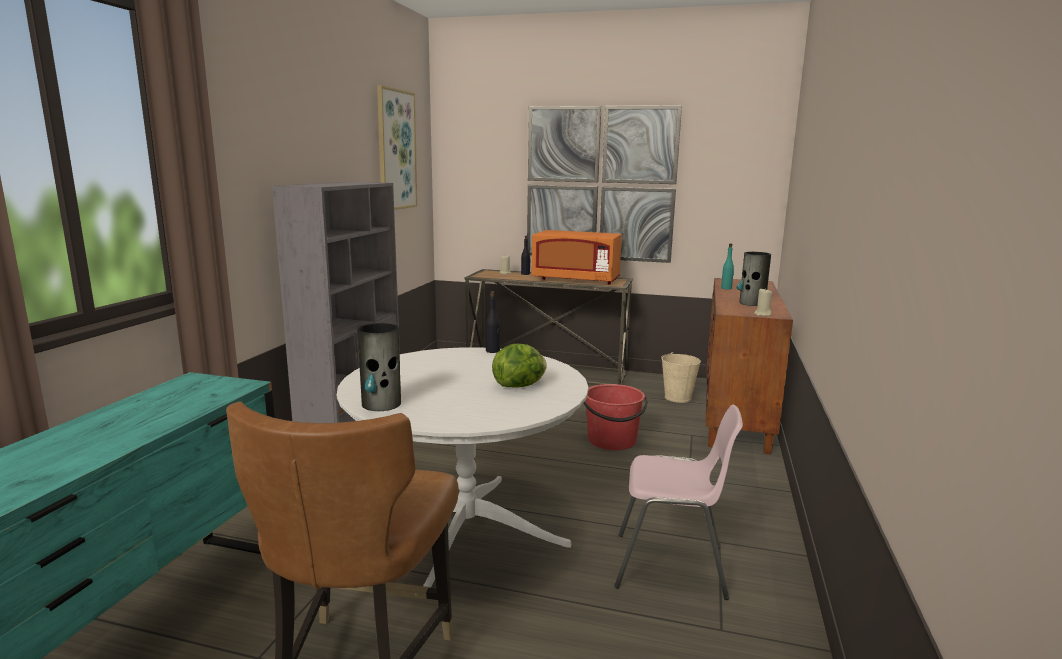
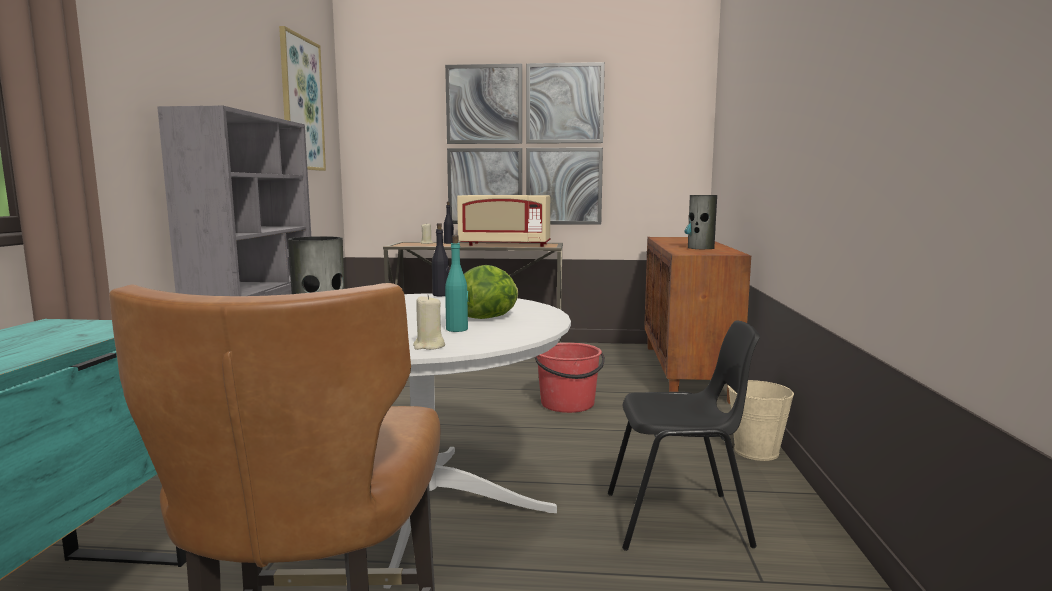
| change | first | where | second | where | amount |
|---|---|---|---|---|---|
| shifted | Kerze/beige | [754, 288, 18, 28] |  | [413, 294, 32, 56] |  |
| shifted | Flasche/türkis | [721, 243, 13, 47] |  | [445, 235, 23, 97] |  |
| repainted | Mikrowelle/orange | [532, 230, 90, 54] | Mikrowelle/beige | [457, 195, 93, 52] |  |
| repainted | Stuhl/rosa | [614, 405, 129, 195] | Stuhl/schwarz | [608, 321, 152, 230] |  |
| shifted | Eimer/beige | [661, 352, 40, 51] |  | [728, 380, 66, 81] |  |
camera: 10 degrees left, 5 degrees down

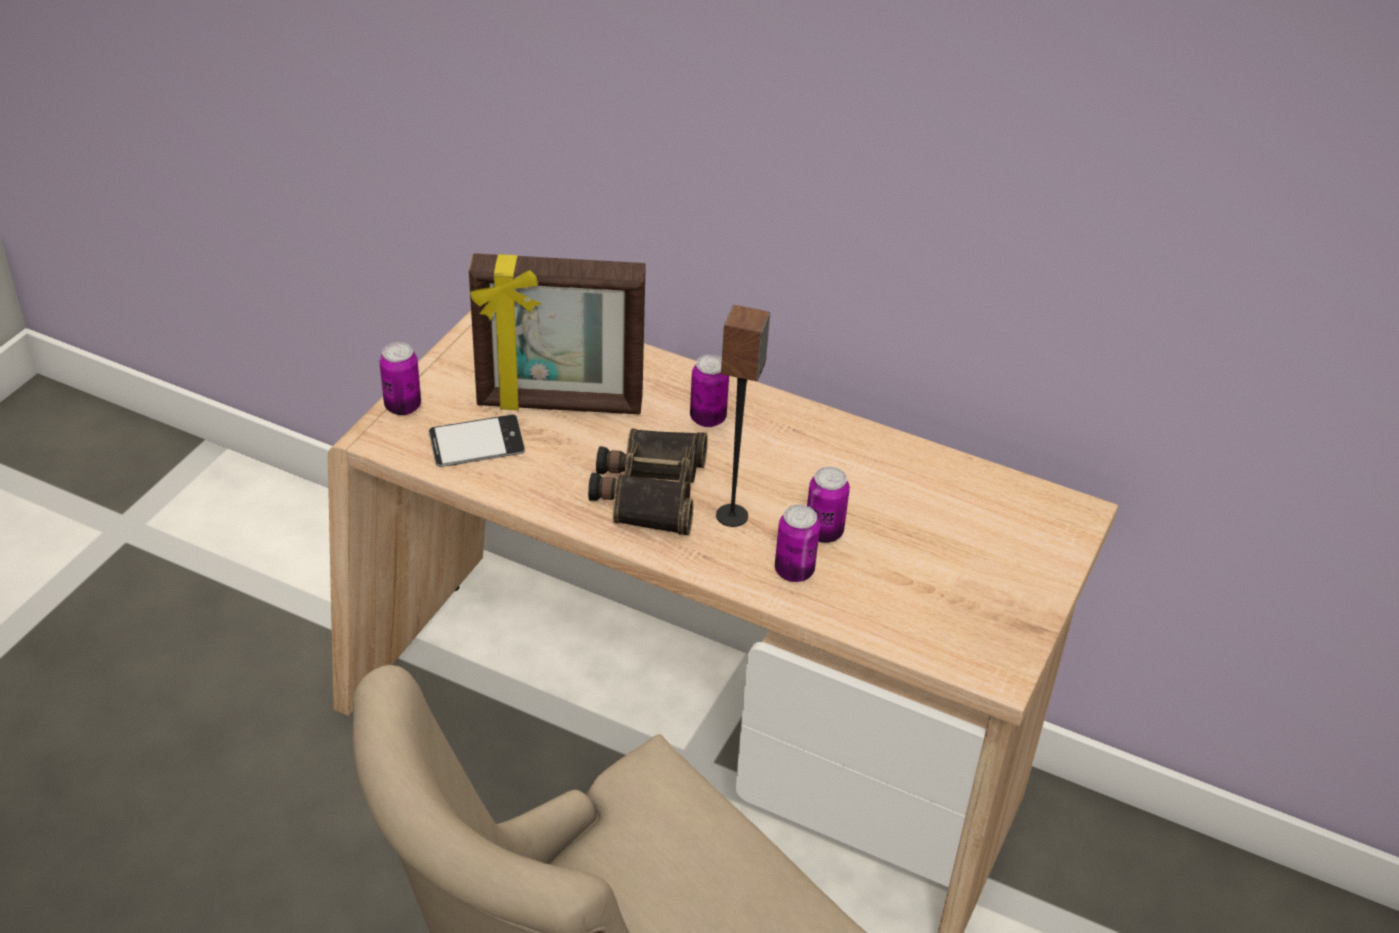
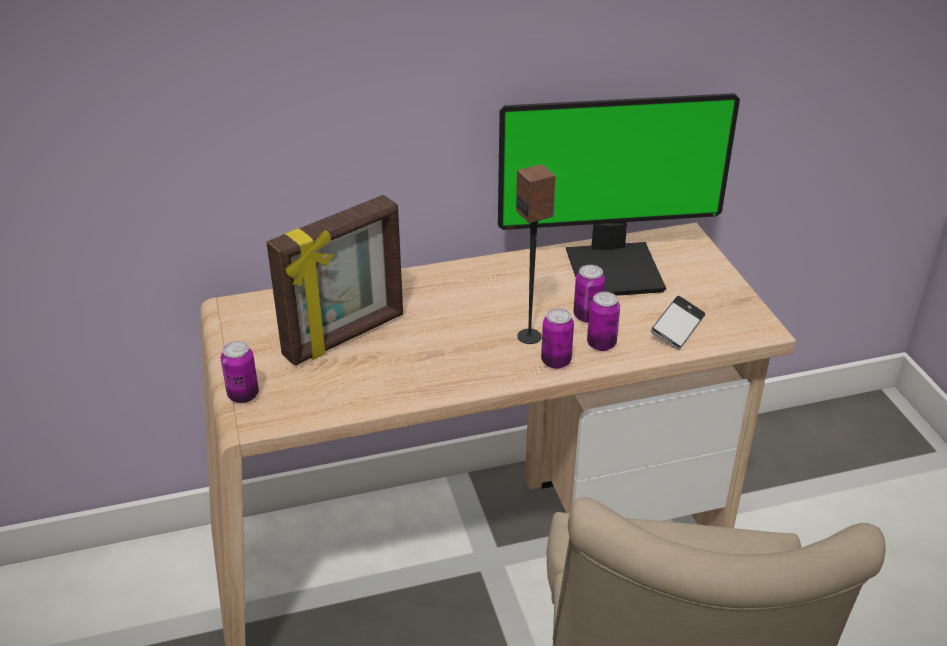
| change | first | where | second | where | amount |
|---|---|---|---|---|---|
| new |  |  | Monitor | [498, 93, 242, 203] |  |
| shifted | Dose | [690, 355, 39, 72] |  | [541, 308, 33, 61] |  |
| shifted | Handy | [429, 414, 96, 53] |  | [651, 296, 54, 54] |  |
| gone | Fernglas | [588, 428, 120, 107] |  |  |  |
camera: 40 degrees left, 5 degrees down

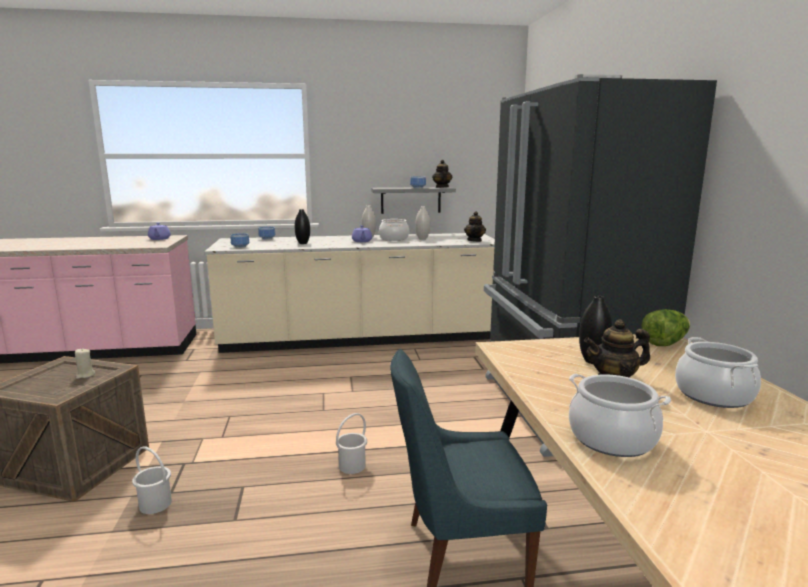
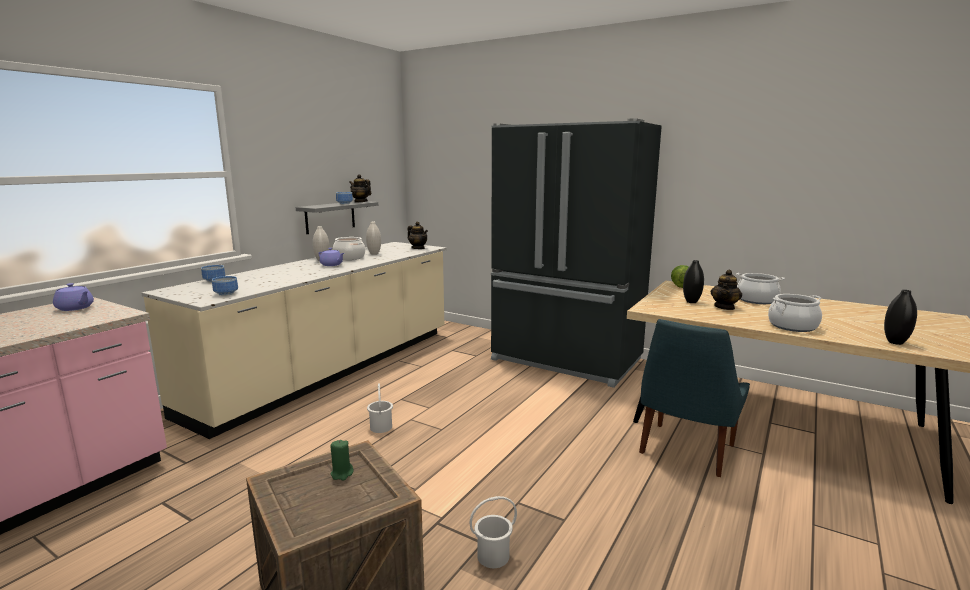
| change | first | where | second | where | amount |
|---|---|---|---|---|---|
| repainted | Kerze/beige | [75, 348, 20, 31] | Kerze/grün | [330, 440, 24, 40] |  |
| shifted | Eimer/weiß | [336, 413, 31, 61] |  | [367, 383, 26, 50] |  |
| shifted | Vase/schwarz | [295, 209, 15, 35] |  | [884, 290, 33, 55] |  |
camera: 50 degrees left, 0 degrees up

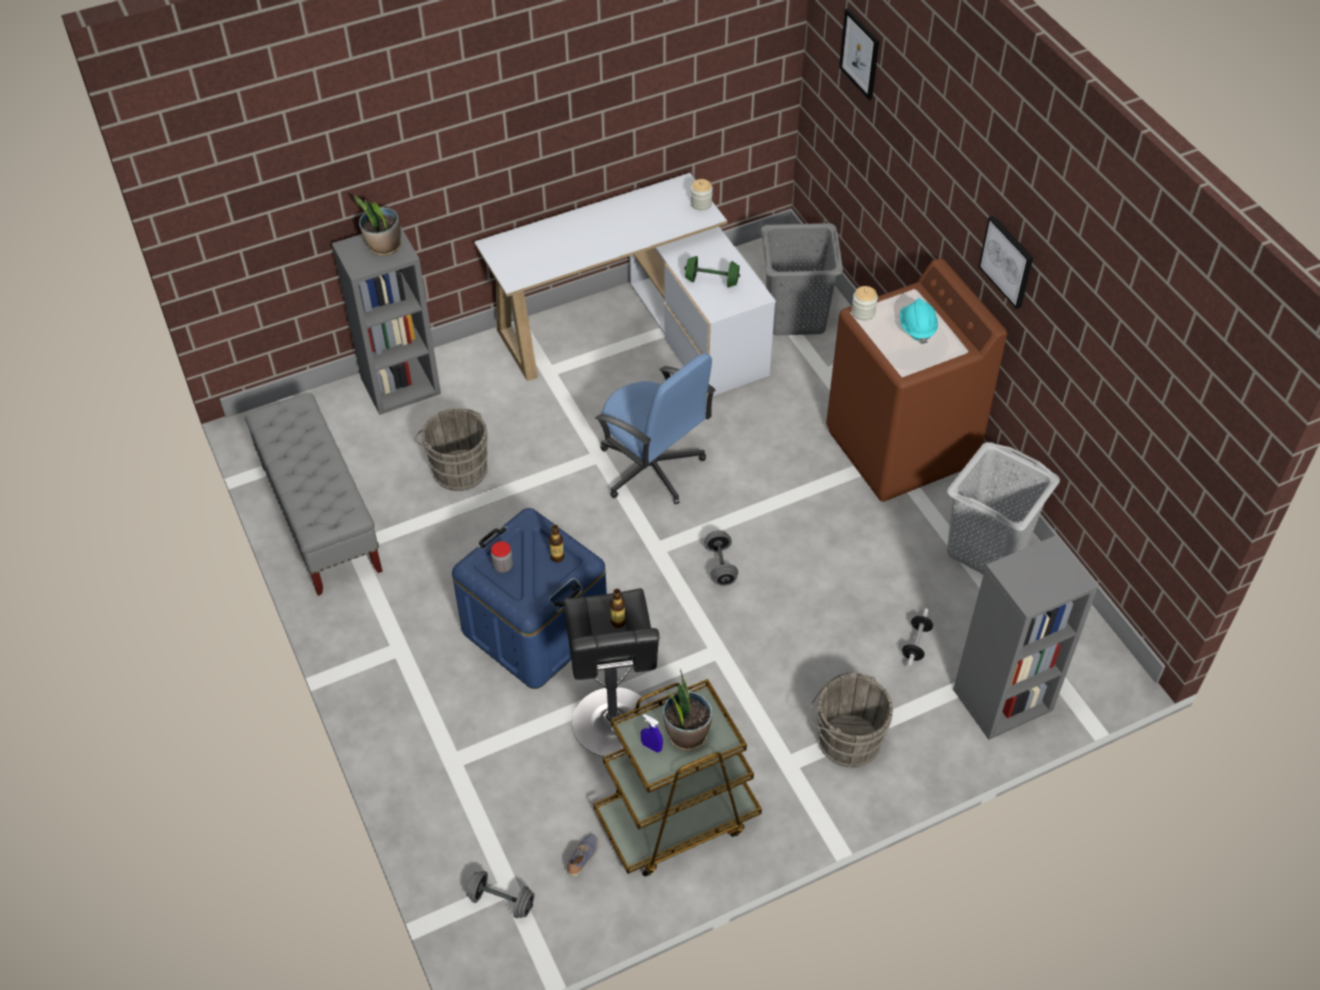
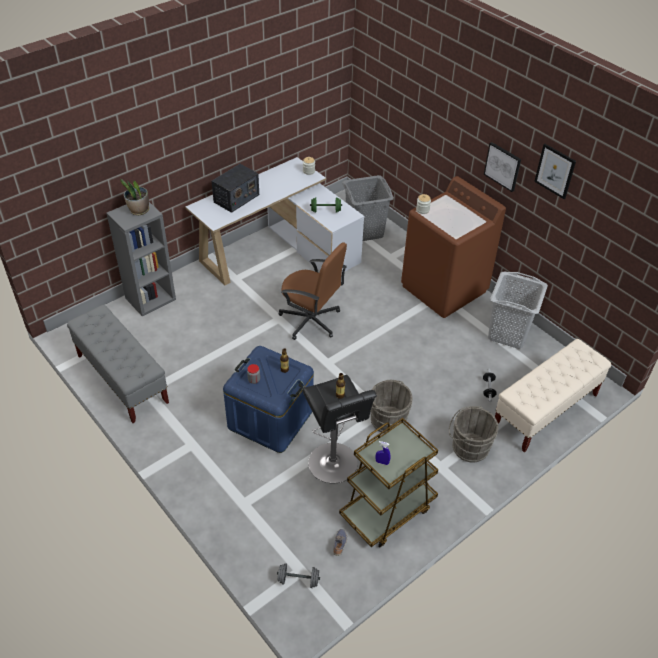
| change | first | where | second | where | amount |
|---|---|---|---|---|---|
| new |  |  | Radio | [212, 164, 47, 49] |  |
| repainted | Bürostuhl/blau | [595, 353, 120, 151] | Bürostuhl/braun | [279, 242, 68, 98] |  |
| shifted | Eimer/grau | [414, 409, 74, 82] |  | [370, 380, 43, 53] |  |
| swapped | Bücherregal/grau | [953, 535, 145, 205] | Bank/beige | [495, 339, 116, 113] |  |
| shifted | Bild | [839, 8, 40, 92] |  | [534, 144, 42, 55] |  |
| gone | Topfpflanze | [663, 669, 50, 82] |  |  |  |
| gone | Hantel/grau | [704, 530, 34, 56] |  |  |  |
| gone | Schutzhelm/türkis | [900, 298, 38, 46] |  |  |  |
camera: 15 degrees left, 5 degrees down

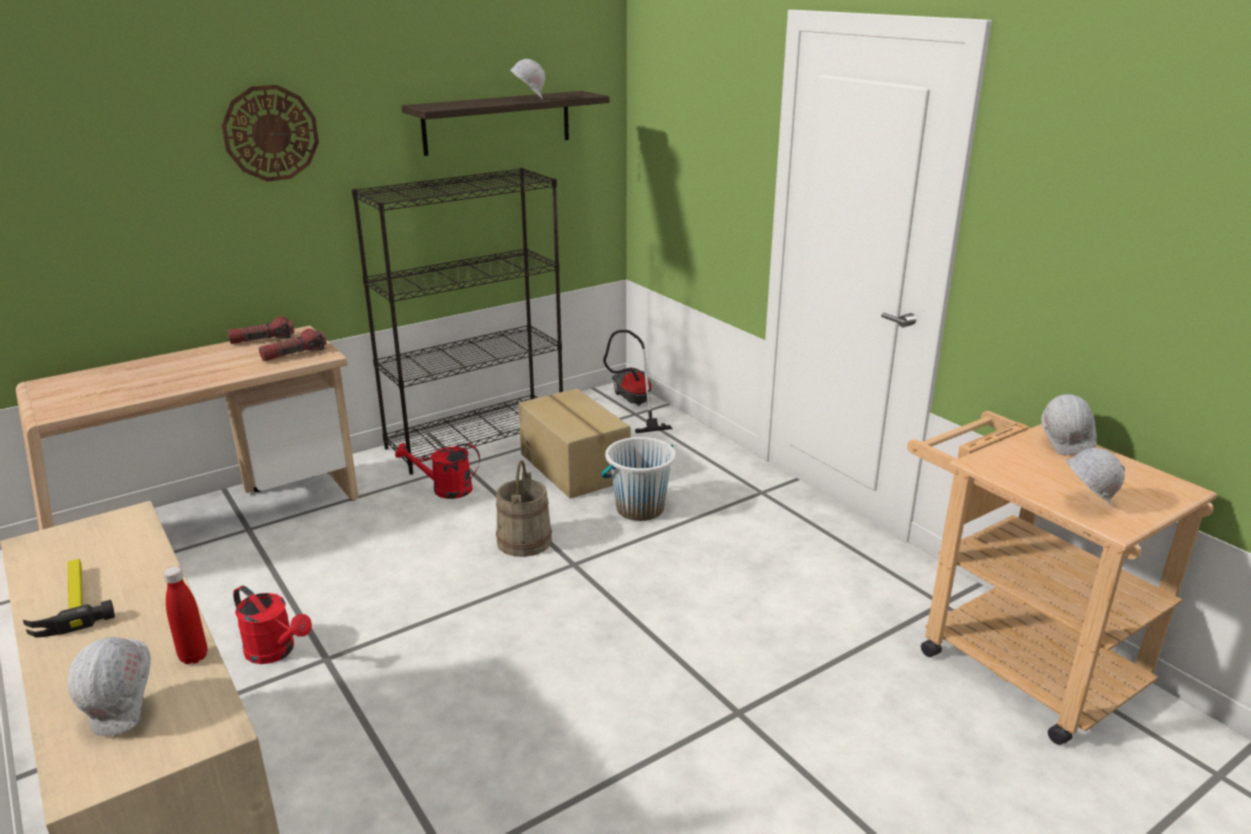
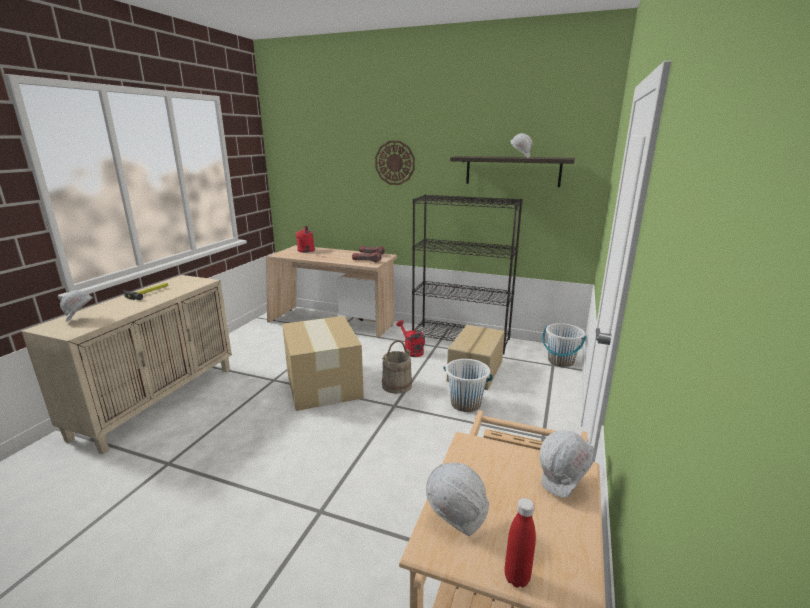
| change | first | where | second | where | amount |
|---|---|---|---|---|---|
| new |  |  | Karton | [282, 316, 82, 95] |  |
| shifted | Gießkanne/rot | [233, 586, 79, 78] |  | [296, 226, 19, 27] |  |
| shifted | Flasche/rot | [163, 566, 45, 98] |  | [505, 498, 31, 89] |  |
| swapped | Staubsauger | [603, 330, 69, 103] | Eimer/weiß | [542, 323, 44, 44] |  |
camera: 55 degrees right, 5 degrees down

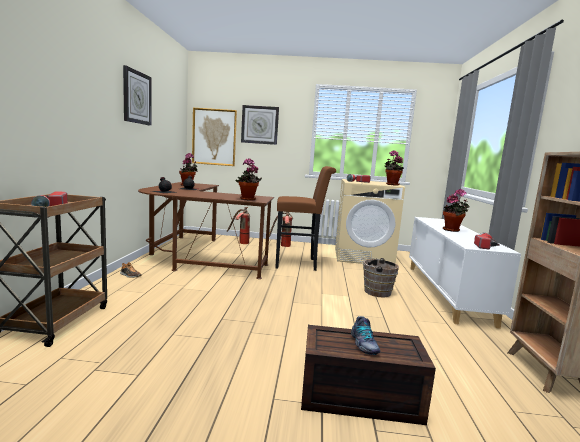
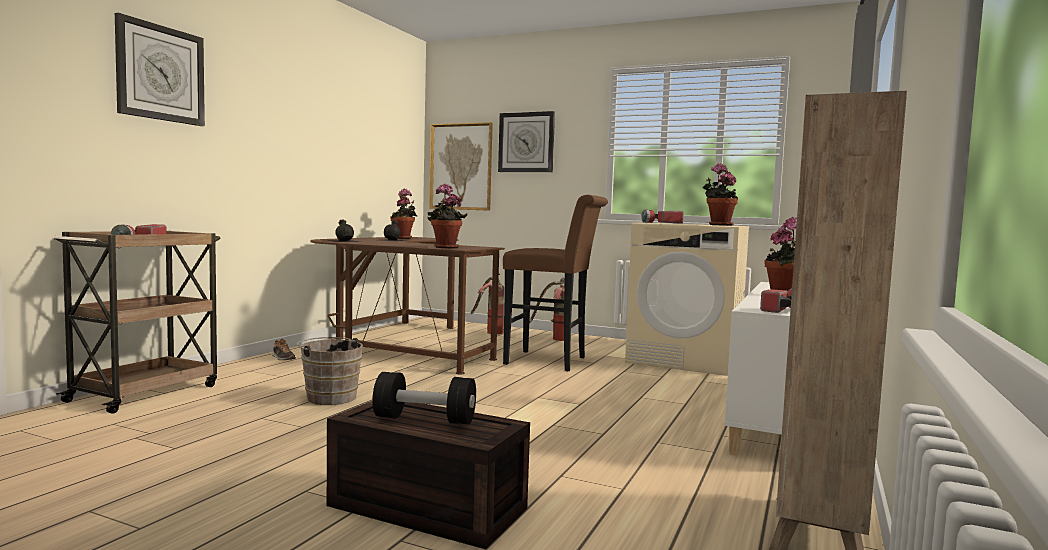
| change | first | where | second | where | amount |
|---|---|---|---|---|---|
| shifted | Wanduhr | [123, 65, 29, 61] |  | [115, 13, 90, 113] |  |
| shifted | Eimer/braun | [360, 258, 39, 39] |  | [297, 337, 66, 68] |  |
| swapped | Schuh | [351, 316, 29, 39] | Hantel/schwarz | [372, 372, 104, 53] |  |
camera: 20 degrees right, 5 degrees down

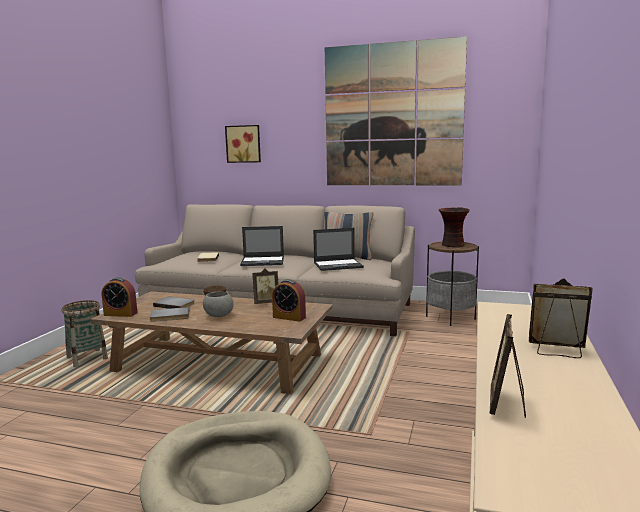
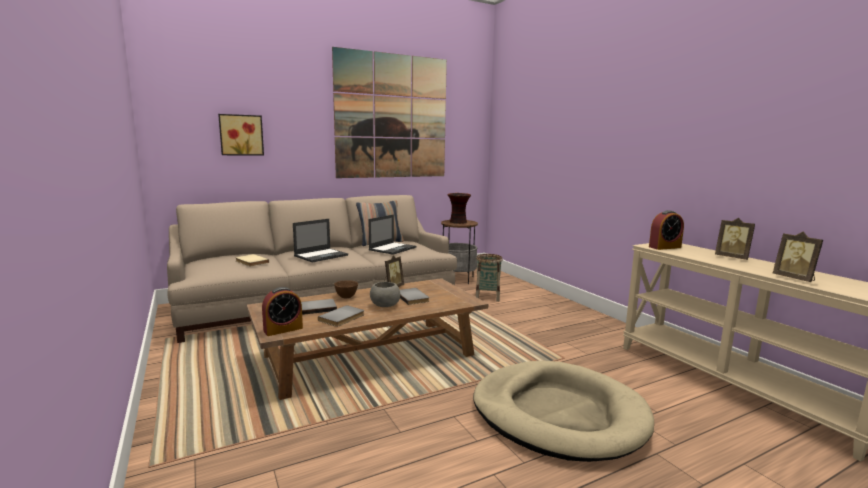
| change | first | where | second | where | amount |
|---|---|---|---|---|---|
| new |  |  | Buch/grau | [400, 288, 29, 17] |  |
| shifted | Korb | [62, 300, 46, 67] |  | [475, 254, 28, 48] |  |
| shifted | Wecker | [272, 279, 34, 43] |  | [649, 210, 35, 40] |  |
| rotated | Bilderrahmen | [529, 278, 64, 80] |  | [715, 218, 40, 42] | 105 degrees counterclockwise |
camera: 45 degrees left, 0 degrees up

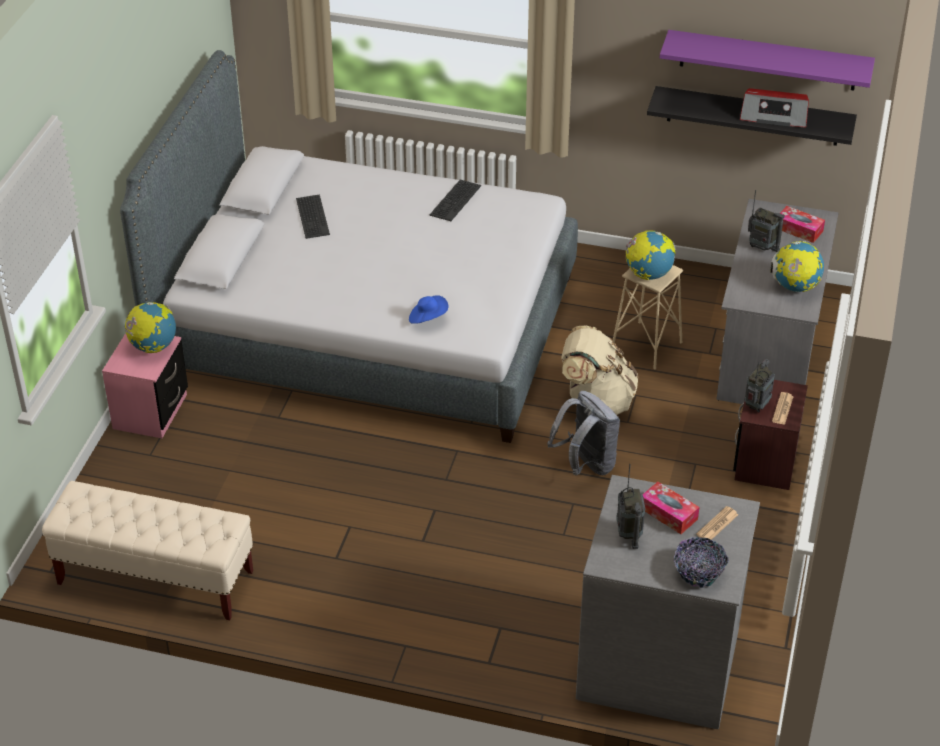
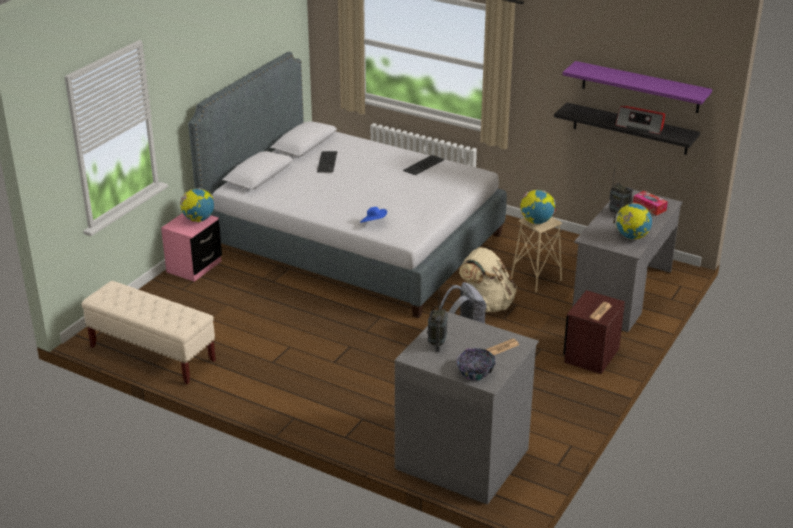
| change | first | where | second | where | amount |
|---|---|---|---|---|---|
| gone | Taschentuchbox | [643, 482, 56, 52] |  |  |  |
| gone | Radio | [745, 359, 30, 53] |  |  |  |
camera: 15 degrees right, 10 degrees down

